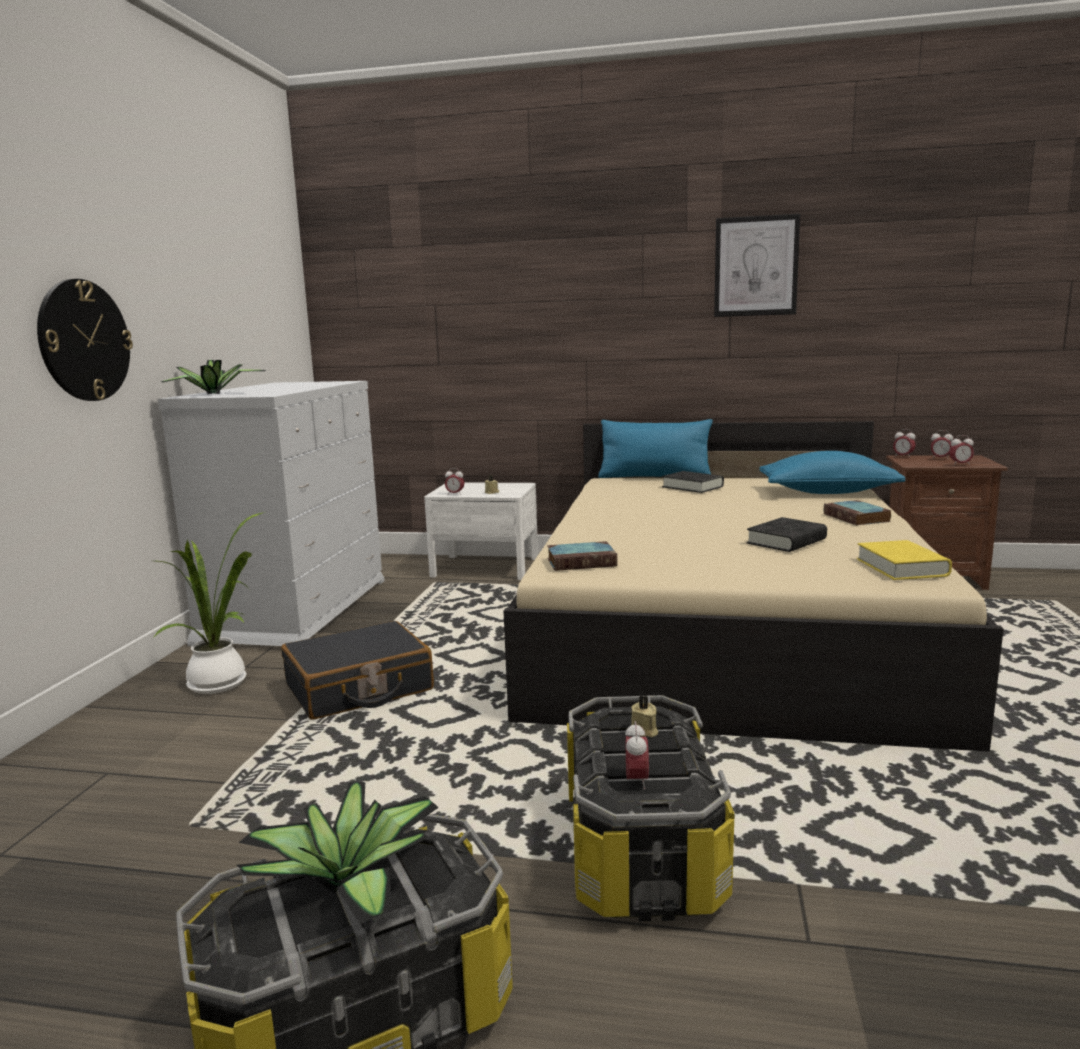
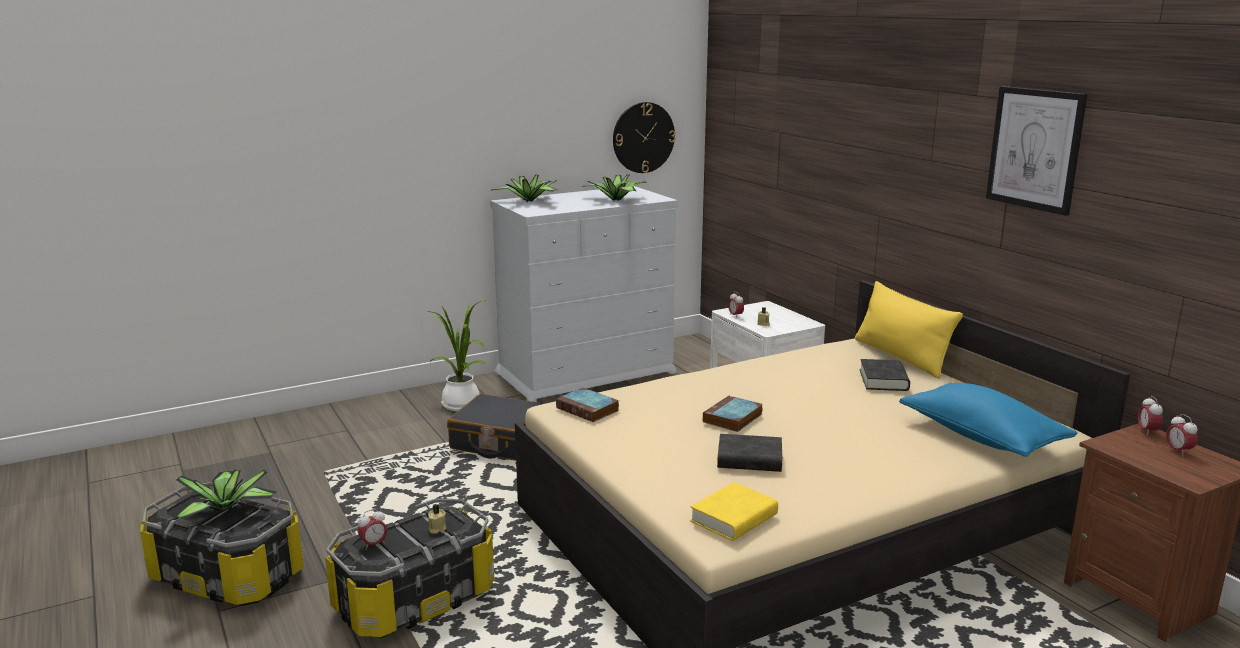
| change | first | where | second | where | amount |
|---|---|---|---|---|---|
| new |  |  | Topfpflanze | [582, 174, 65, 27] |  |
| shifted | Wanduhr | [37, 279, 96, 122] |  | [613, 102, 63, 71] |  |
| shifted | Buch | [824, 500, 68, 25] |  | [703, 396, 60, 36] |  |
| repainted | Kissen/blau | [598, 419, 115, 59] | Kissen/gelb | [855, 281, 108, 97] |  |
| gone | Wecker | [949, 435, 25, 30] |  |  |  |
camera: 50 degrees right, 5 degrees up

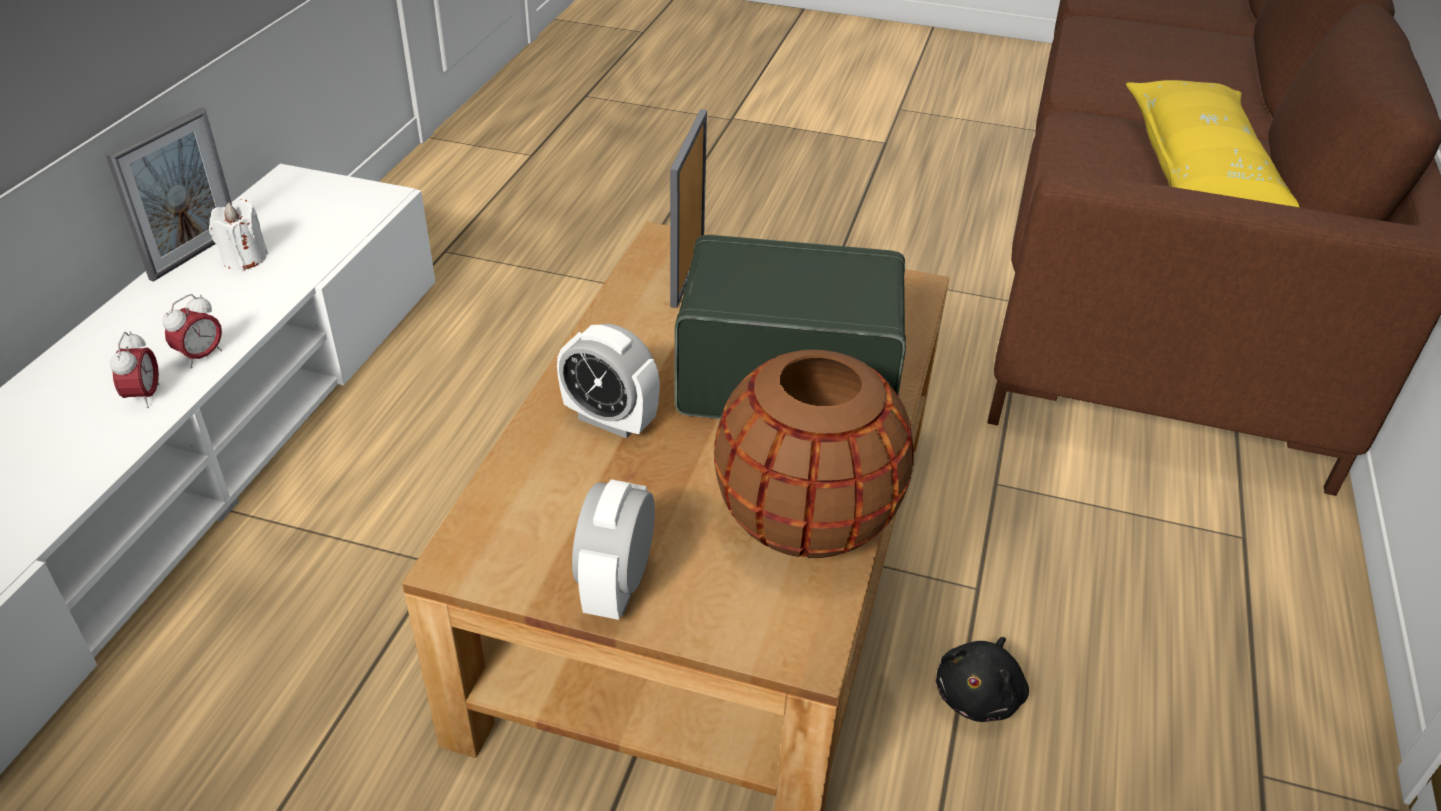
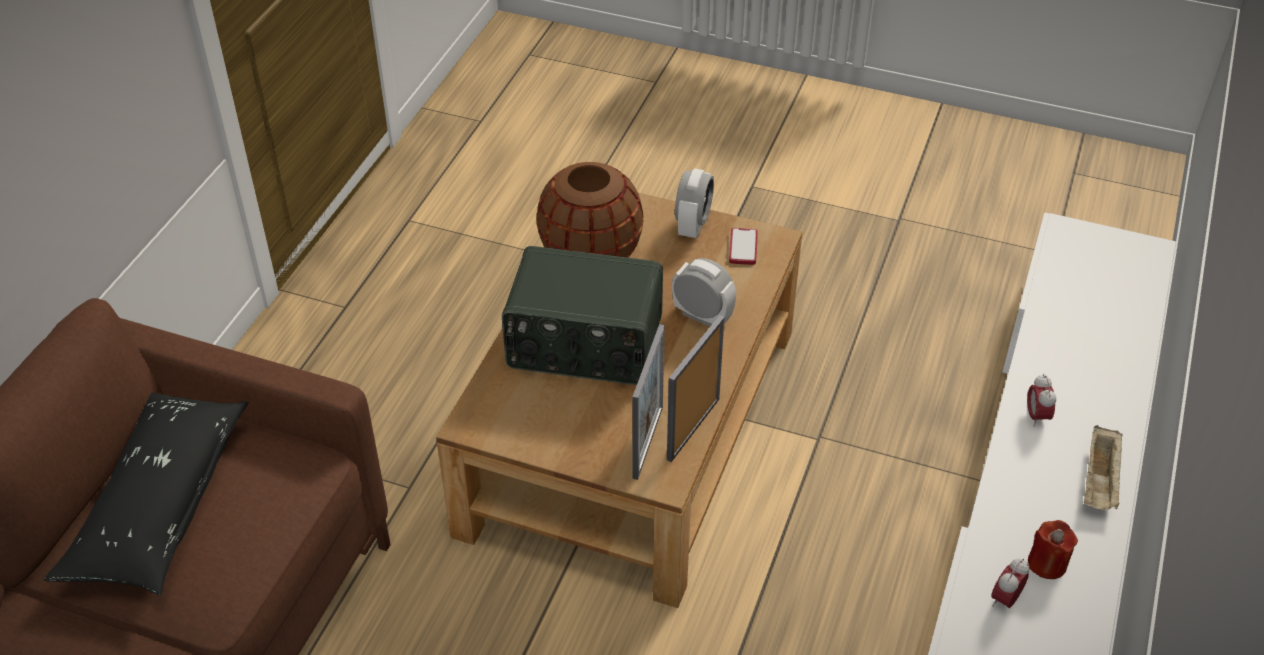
| change | first | where | second | where | amount |
|---|---|---|---|---|---|
| repainted | Kissen/gelb | [1126, 80, 173, 127] | Kissen/schwarz | [44, 392, 204, 204] |  |
| shifted | Bilderrahmen | [105, 107, 127, 175] |  | [667, 315, 57, 147] |  |
| new |  |  | Handy | [729, 228, 29, 37] |  |
| shifted | Wecker | [162, 294, 60, 74] |  | [991, 559, 38, 49] |  |
| repainted | Kerze/weiß | [209, 199, 59, 72] | Kerze/rot | [1028, 520, 50, 59] |  |
| new |  |  | Tablett/beige | [1084, 425, 39, 85] |  |
| gone | Plüschtier/schwarz | [936, 637, 93, 85] |  |  |  |
camera: 175 degrees left, 5 degrees up

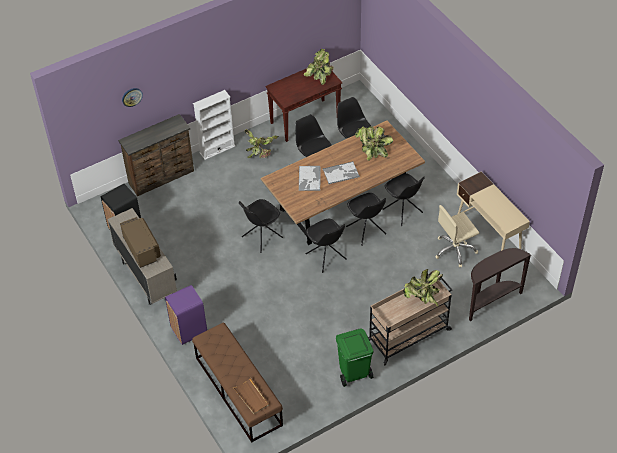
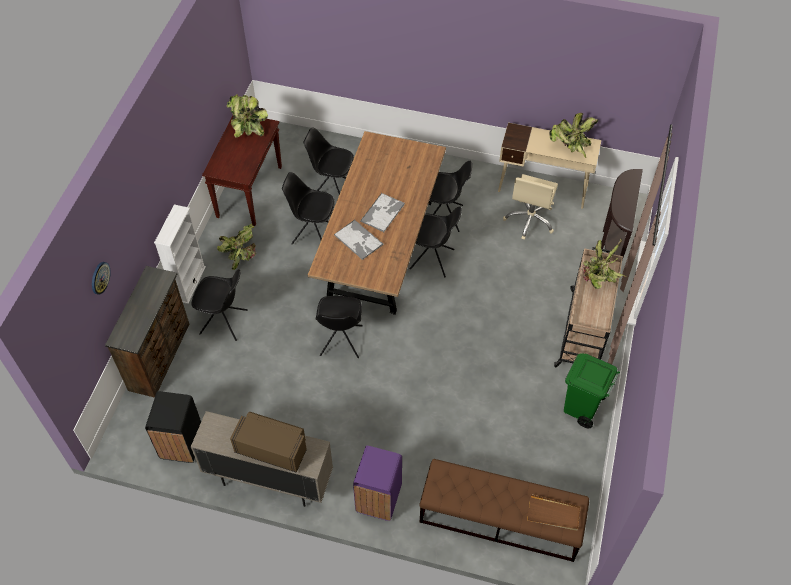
| change | first | where | second | where | amount |
|---|---|---|---|---|---|
| shifted | Stuhl/schwarz | [306, 218, 41, 55] |  | [192, 269, 56, 72] |  |
| shifted | Topfpflanze | [355, 126, 38, 35] |  | [550, 113, 48, 45] |  |
camera: 45 degrees left, 5 degrees up

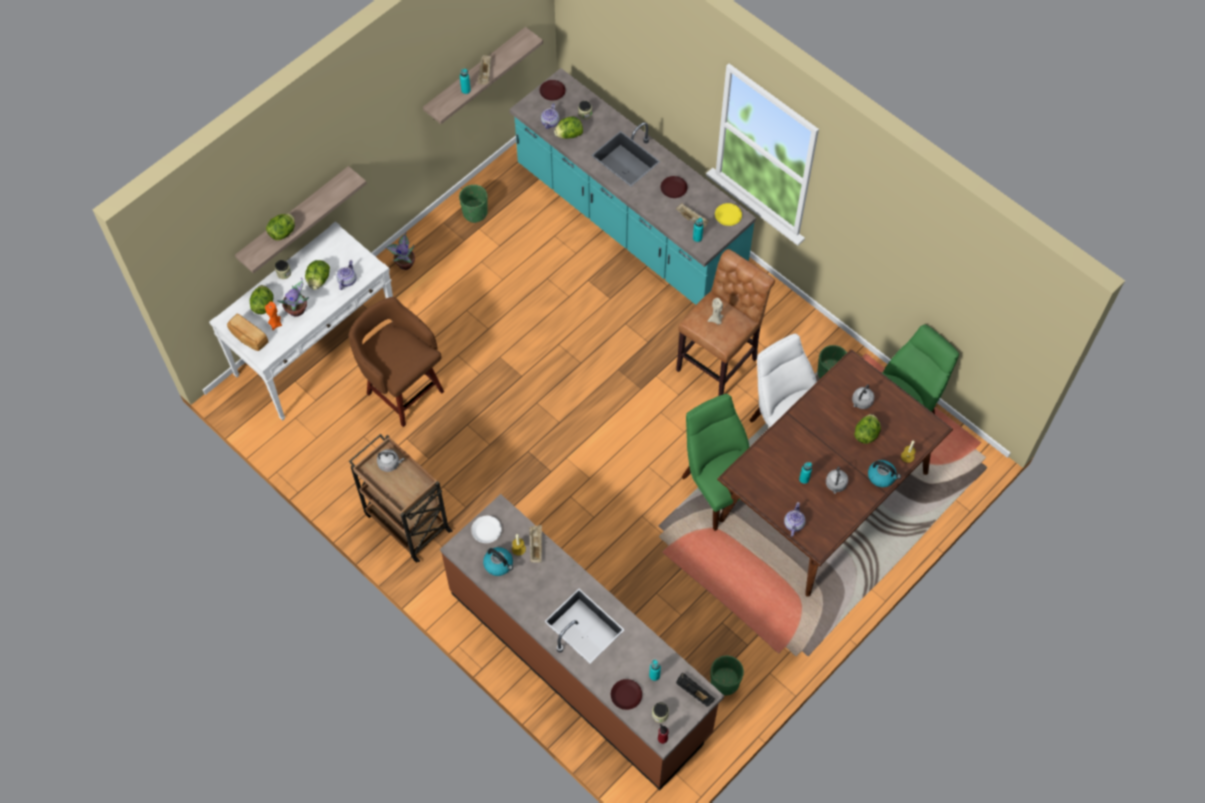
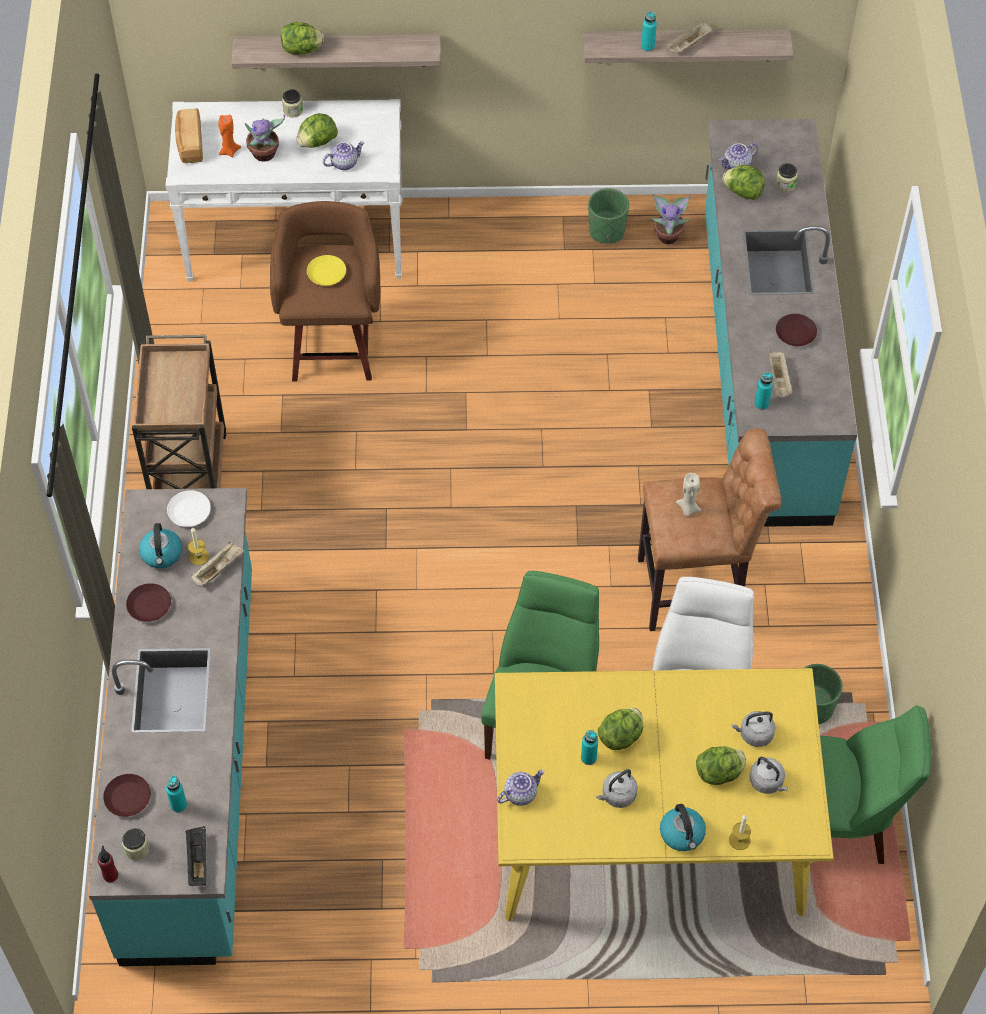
| change | first | where | second | where | amount |
|---|---|---|---|---|---|
| repainted | Küchenzeile/braun | [440, 494, 284, 296] | Küchenzeile/türkis | [89, 488, 163, 478] |  |
| shifted | Teller/braun | [540, 80, 26, 21] |  | [126, 583, 45, 39] |  |
| shifted | Teller/gelb | [715, 203, 27, 23] |  | [307, 255, 39, 31] |  |
| repainted | Esstisch/braun | [717, 349, 236, 247] | Esstisch/gelb | [495, 668, 339, 253] |  |
| shifted | Salatkopf | [250, 285, 24, 29] |  | [598, 708, 45, 42] |  |
| shifted | Topfpflanze | [385, 232, 30, 38] |  | [650, 194, 41, 50] |  |
| shifted | Wasserkessel/grau | [377, 449, 27, 23] |  | [749, 757, 40, 37] |  |
| gone | Pflanzkübel/grün | [711, 655, 33, 40] |  |  |  |
camera: 45 degrees right, 5 degrees down

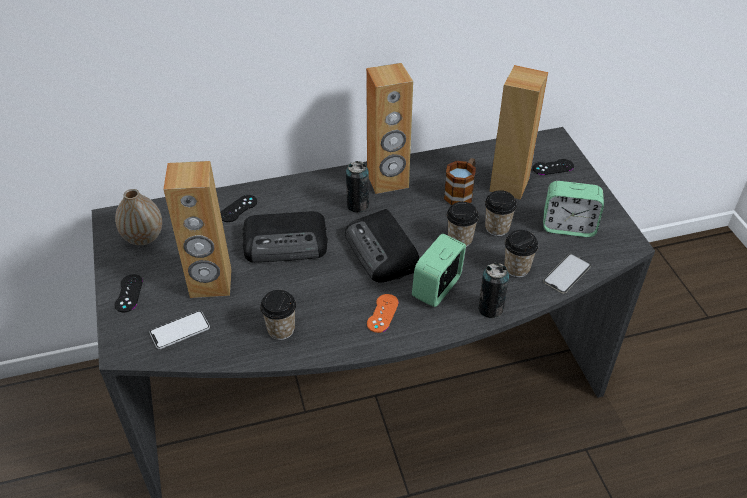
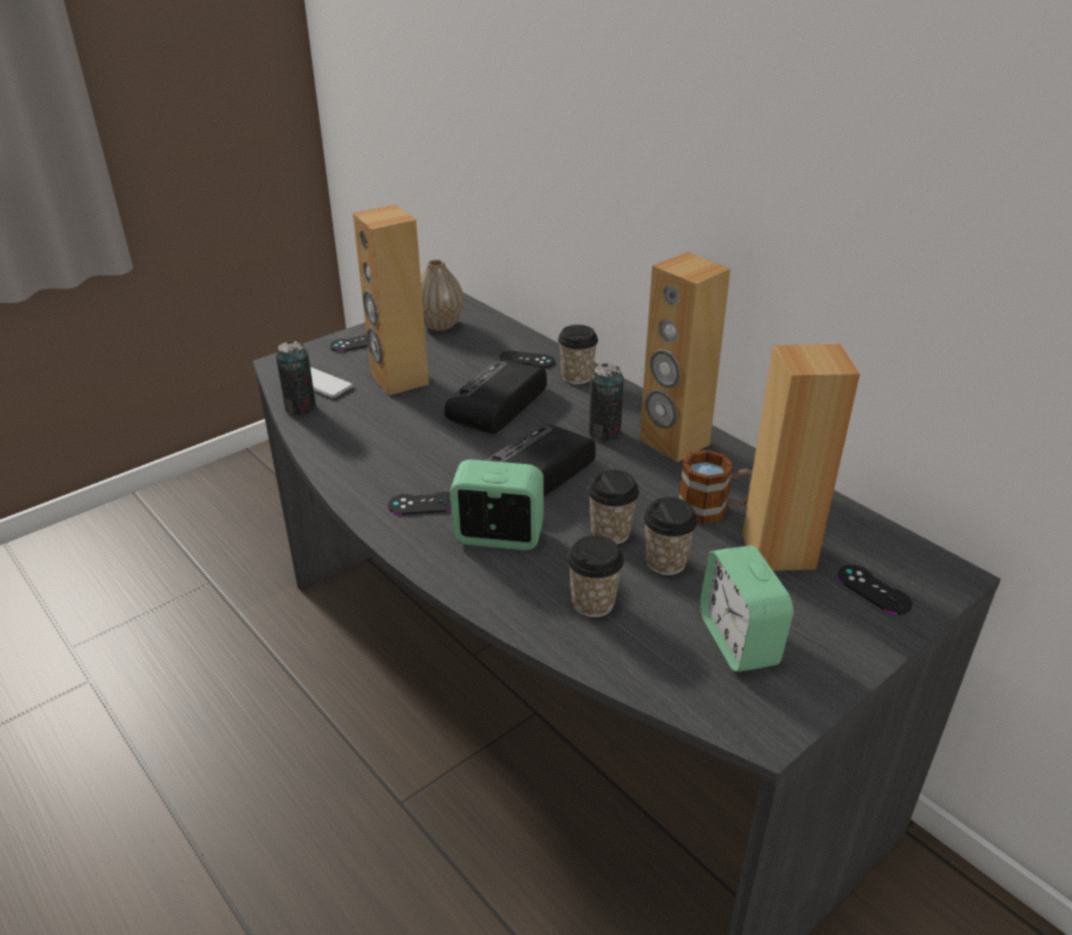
| change | first | where | second | where | amount |
|---|---|---|---|---|---|
| shifted | Dose | [478, 262, 31, 56] |  | [276, 341, 40, 75] |  |
| repainted | Gamepad/orange | [367, 294, 32, 39] | Gamepad/schwarz | [388, 492, 63, 23] |  |
| rotated | Radio | [243, 211, 85, 51] |  | [444, 361, 103, 73] | 60 degrees clockwise |
| shifted | Tasse | [260, 290, 36, 50] |  | [558, 325, 40, 59] |  |
| gone | Handy | [543, 253, 48, 41] |  |  |  |
camera: 65 degrees right, 10 degrees down

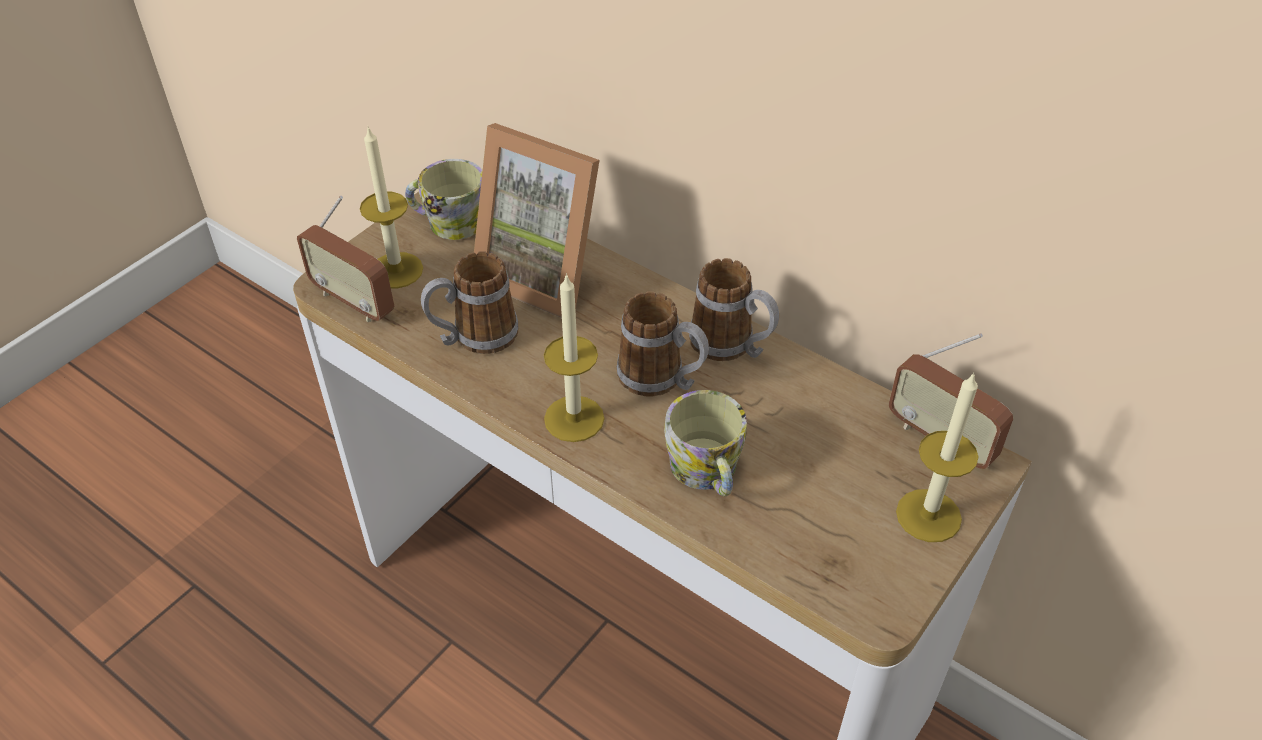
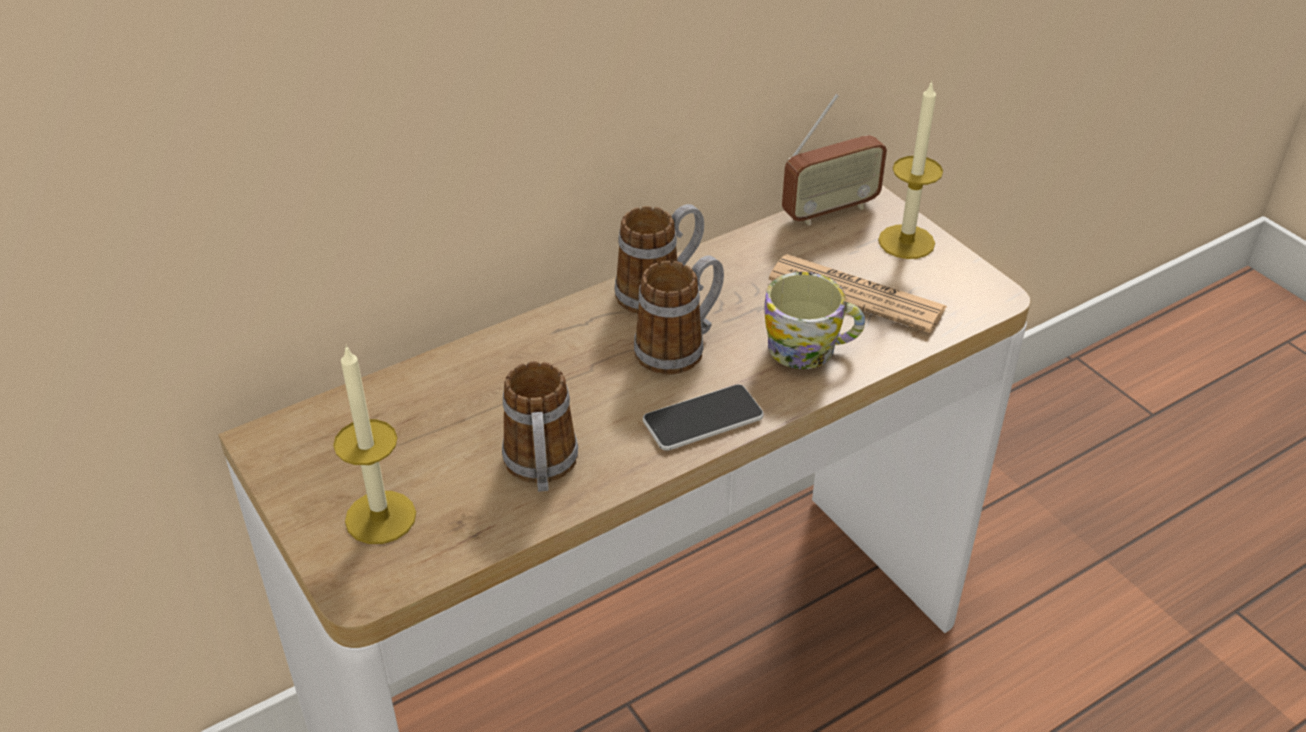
| change | first | where | second | where | amount |
|---|---|---|---|---|---|
| swapped | Kerze | [544, 273, 60, 169] | Handy | [643, 384, 121, 67] |  |
| new |  |  | Zeitung | [769, 254, 178, 79] |  |
| gone | Radio | [297, 196, 98, 126] |  |  |  |
| gone | Henkelbecher | [405, 159, 78, 81] |  |  |  |
| gone | Bilderrahmen | [474, 123, 125, 195] |  |  |  |
camera: 70 degrees left, 5 degrees down

